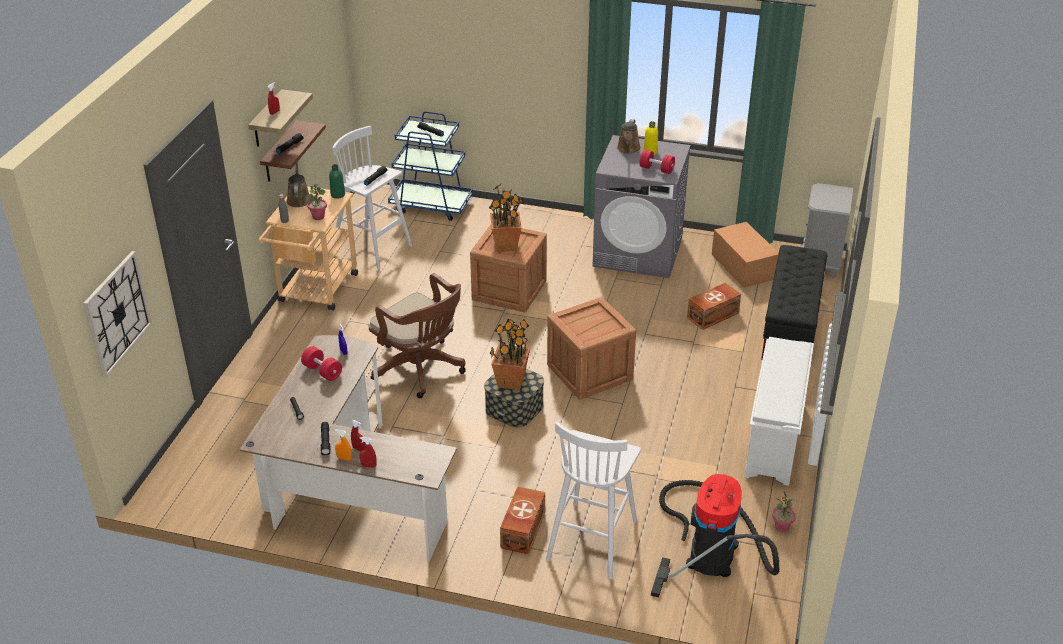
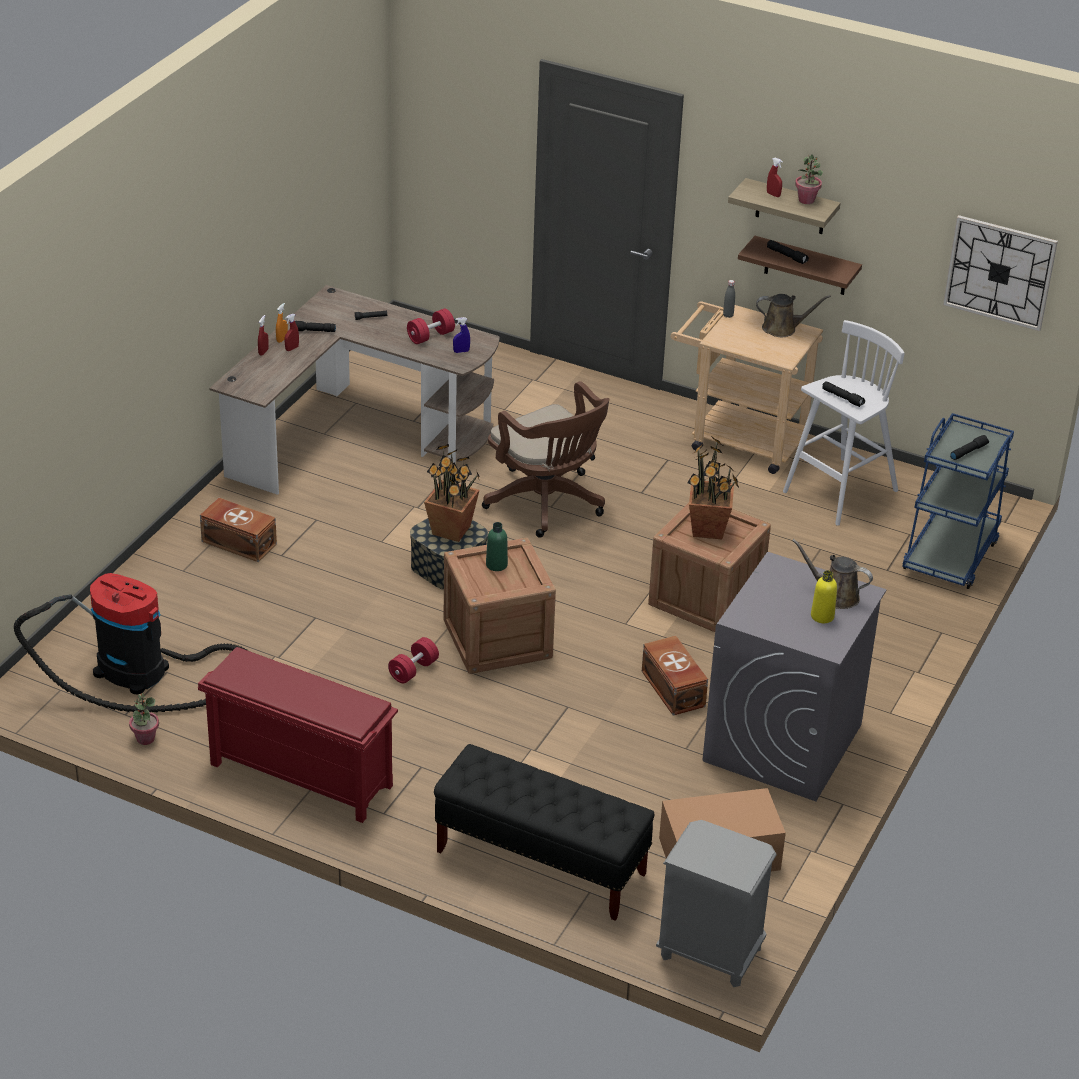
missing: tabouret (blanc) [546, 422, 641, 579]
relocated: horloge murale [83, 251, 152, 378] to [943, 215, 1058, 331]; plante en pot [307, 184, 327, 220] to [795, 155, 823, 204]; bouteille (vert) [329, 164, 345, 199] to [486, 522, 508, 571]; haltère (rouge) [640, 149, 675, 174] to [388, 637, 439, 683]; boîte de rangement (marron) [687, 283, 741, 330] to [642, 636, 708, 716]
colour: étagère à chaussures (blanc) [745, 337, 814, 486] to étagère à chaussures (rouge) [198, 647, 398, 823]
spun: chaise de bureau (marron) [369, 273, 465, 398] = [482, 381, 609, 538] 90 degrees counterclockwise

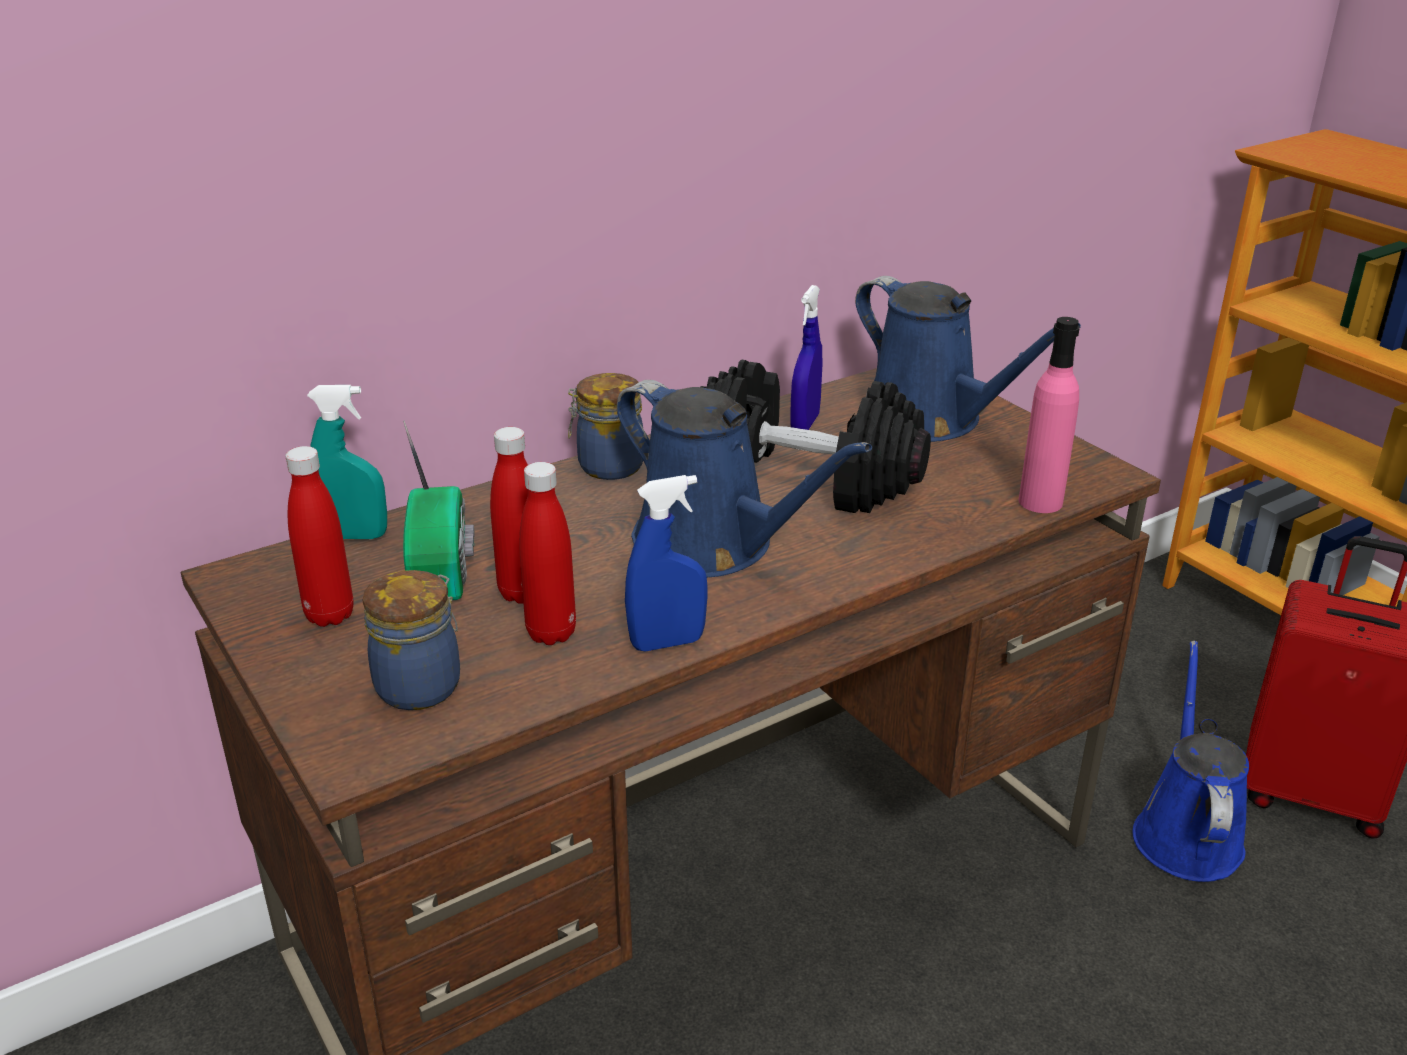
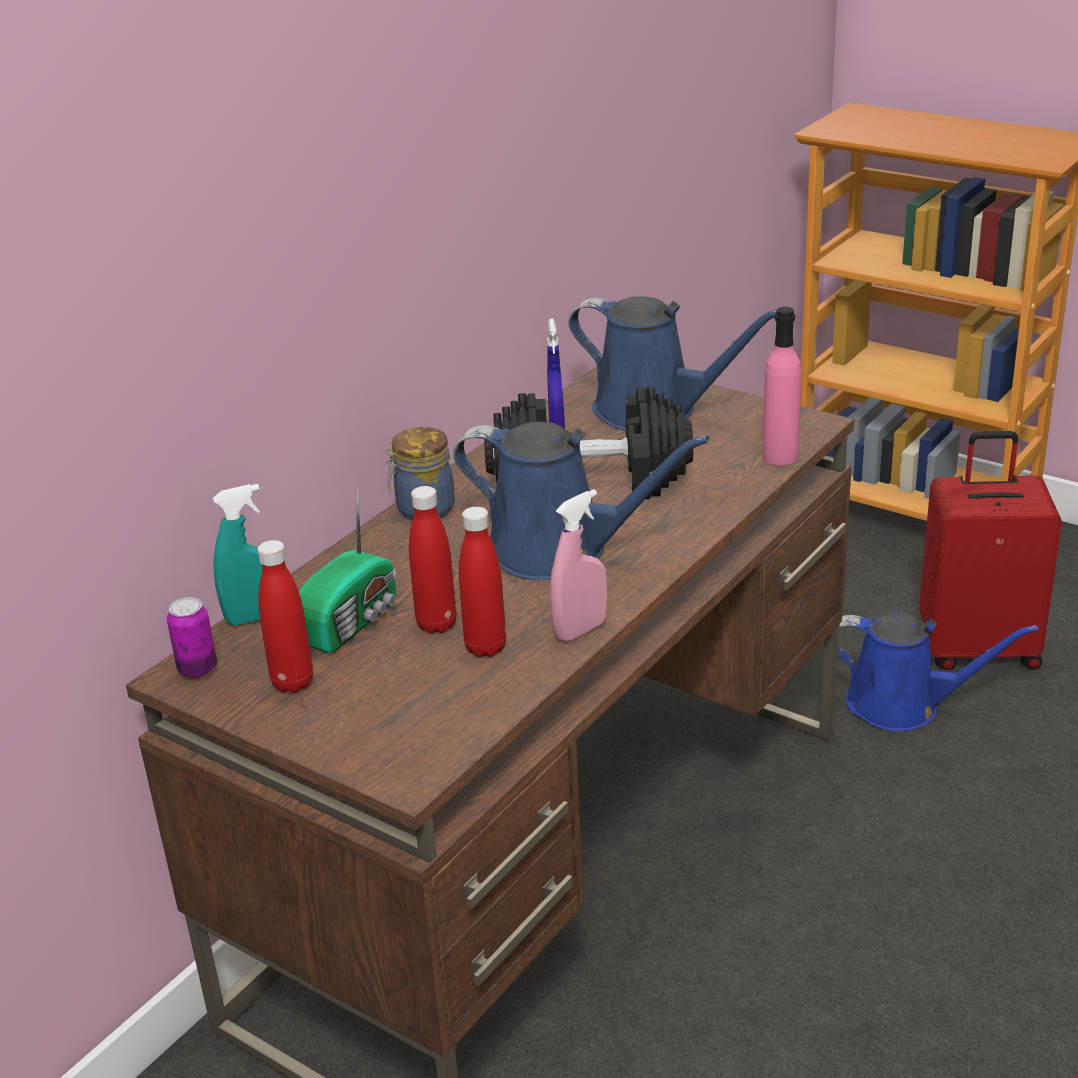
missing: bocal [363, 570, 460, 710]
appeared: boîte métallique [167, 597, 217, 678]
colour: vaporisateur (bleu) [625, 475, 708, 652] to vaporisateur (rose) [550, 489, 607, 642]
spun: radio [403, 421, 475, 600] = [299, 491, 396, 654] 60 degrees clockwise; arrosoir (bleu) [1133, 641, 1249, 882] = [838, 612, 1038, 731] 120 degrees clockwise

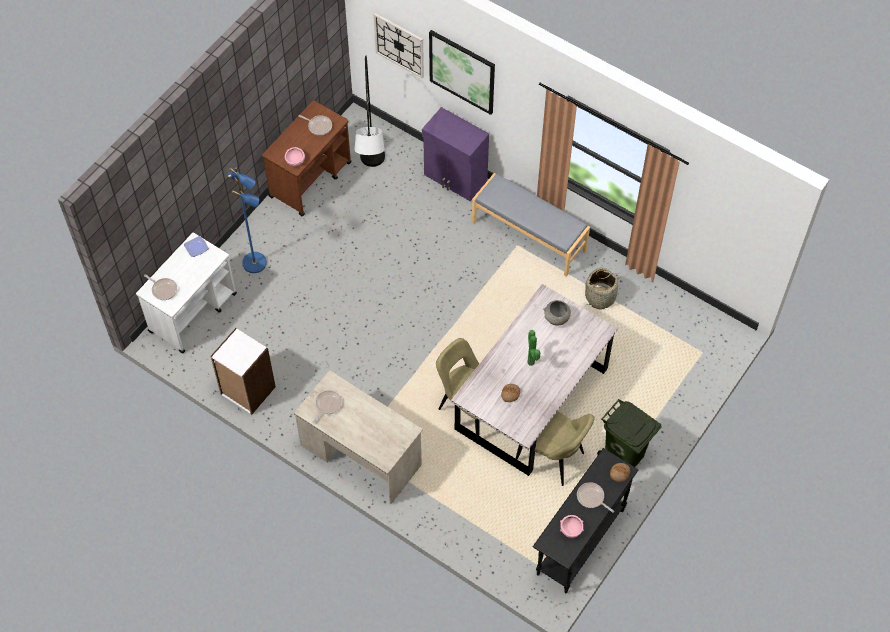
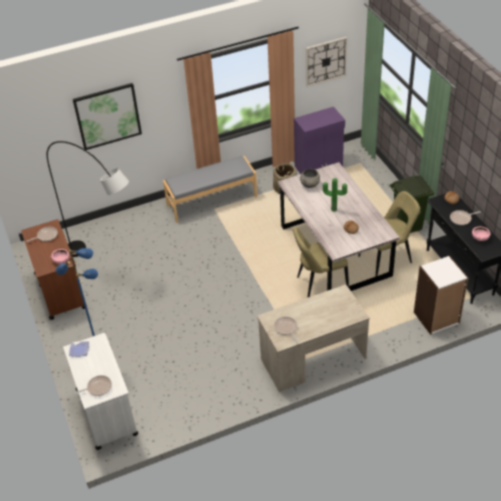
relocated: bibliothèque (blanc) [210, 328, 276, 415] to [414, 256, 468, 335]; horloge murale [374, 13, 424, 78] to [306, 37, 347, 87]; meuble de rangement (violet) [422, 107, 489, 201] to [294, 107, 345, 174]

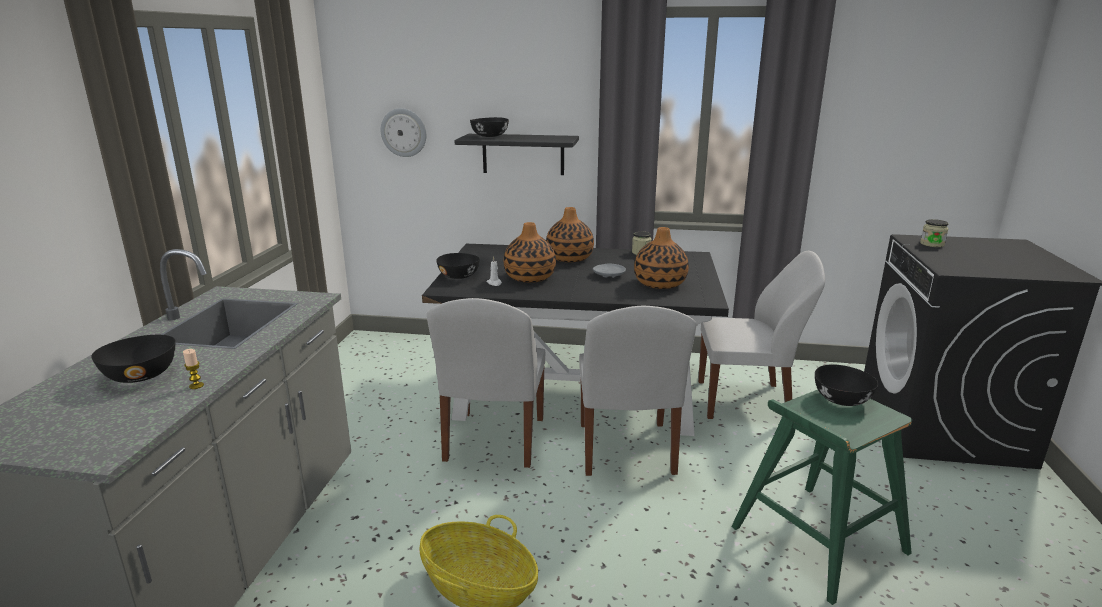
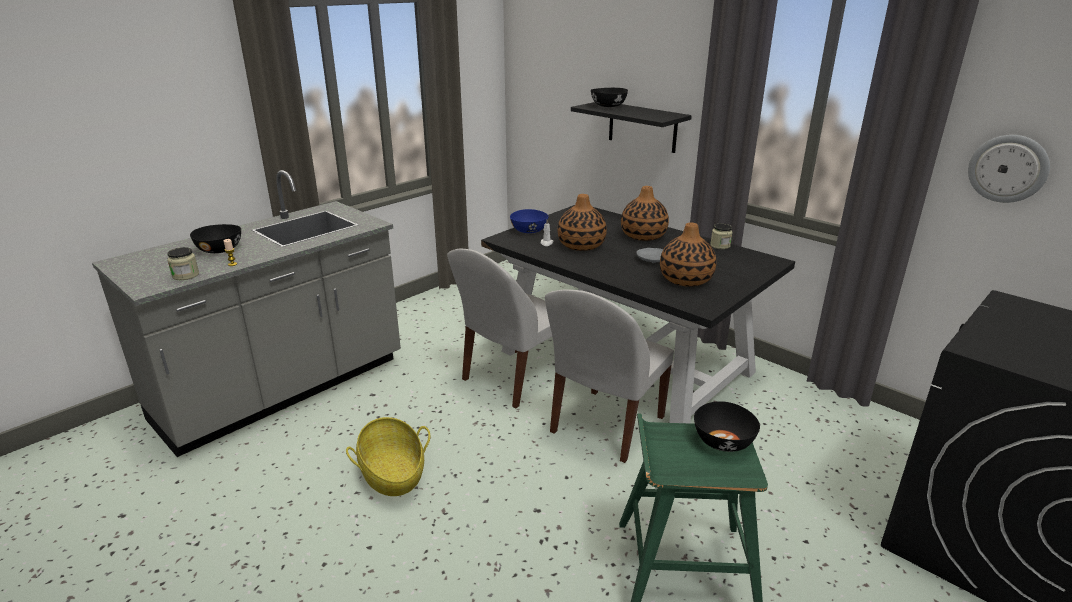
missing: chaise (blanc) [698, 251, 825, 419]
relocated: horloge murale [381, 108, 426, 157] to [968, 135, 1050, 203]; bocal [920, 219, 949, 247] to [167, 247, 199, 280]
colour: bol (noir) [436, 253, 480, 279] to bol (bleu) [510, 209, 549, 233]

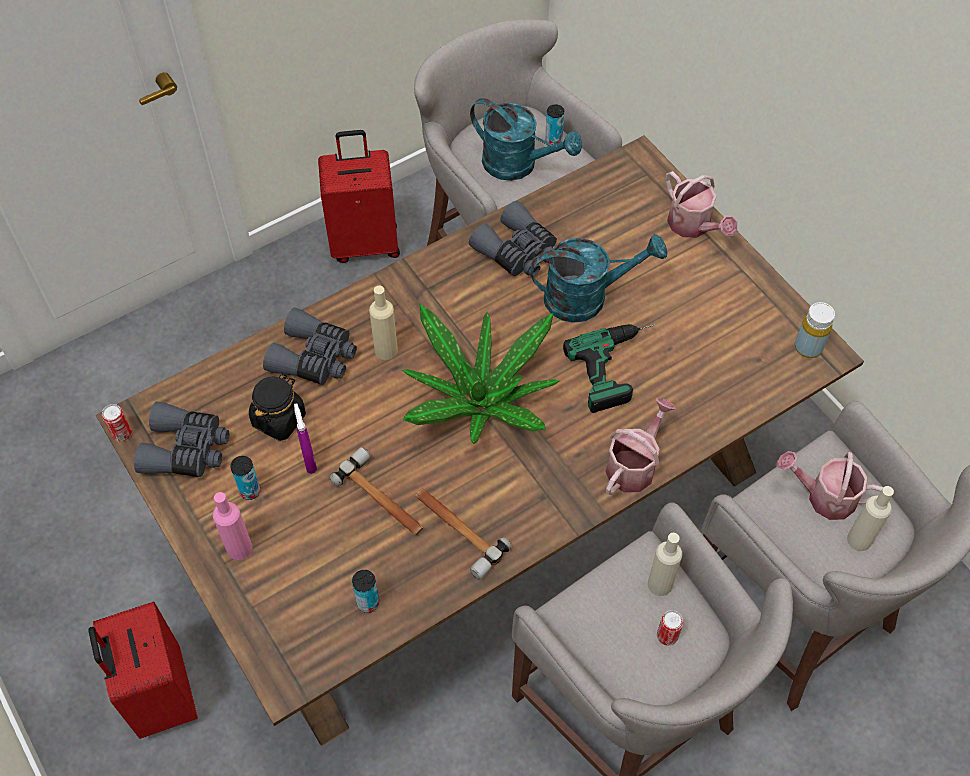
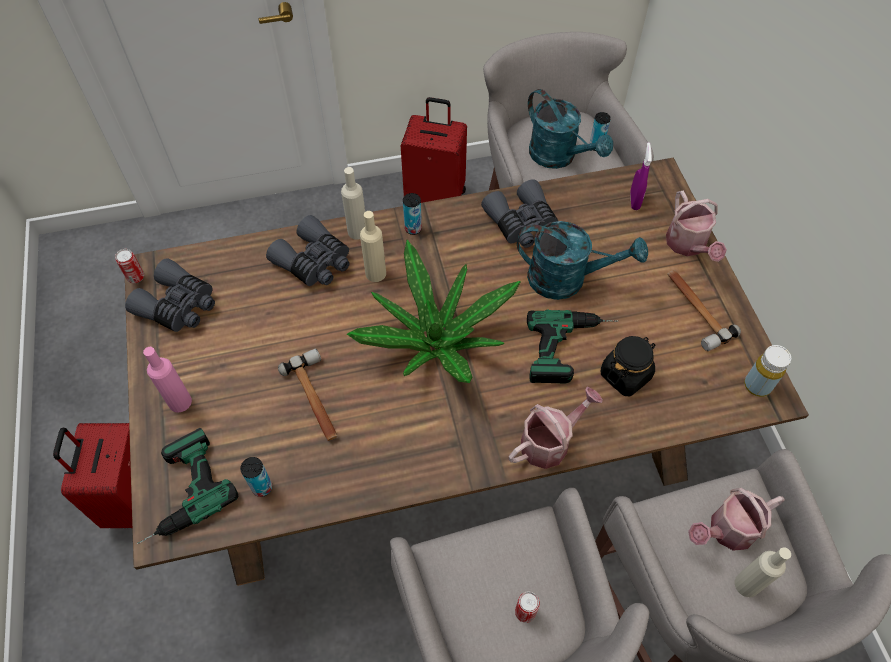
appeared: perceuse [137, 428, 238, 544]
relocated: boîte métallique [230, 456, 261, 500] to [403, 193, 422, 235]; bocal (noir) [249, 374, 306, 441] to [601, 336, 655, 396]; vaporisateur (violet) [294, 403, 317, 474] to [630, 142, 652, 210]; marteau [415, 488, 511, 579] to [667, 270, 741, 351]; bouteille (beige) [648, 533, 682, 596] to [341, 167, 365, 240]
spun: arrosoir [777, 451, 883, 520] = [688, 488, 785, 551] 60 degrees counterclockwise

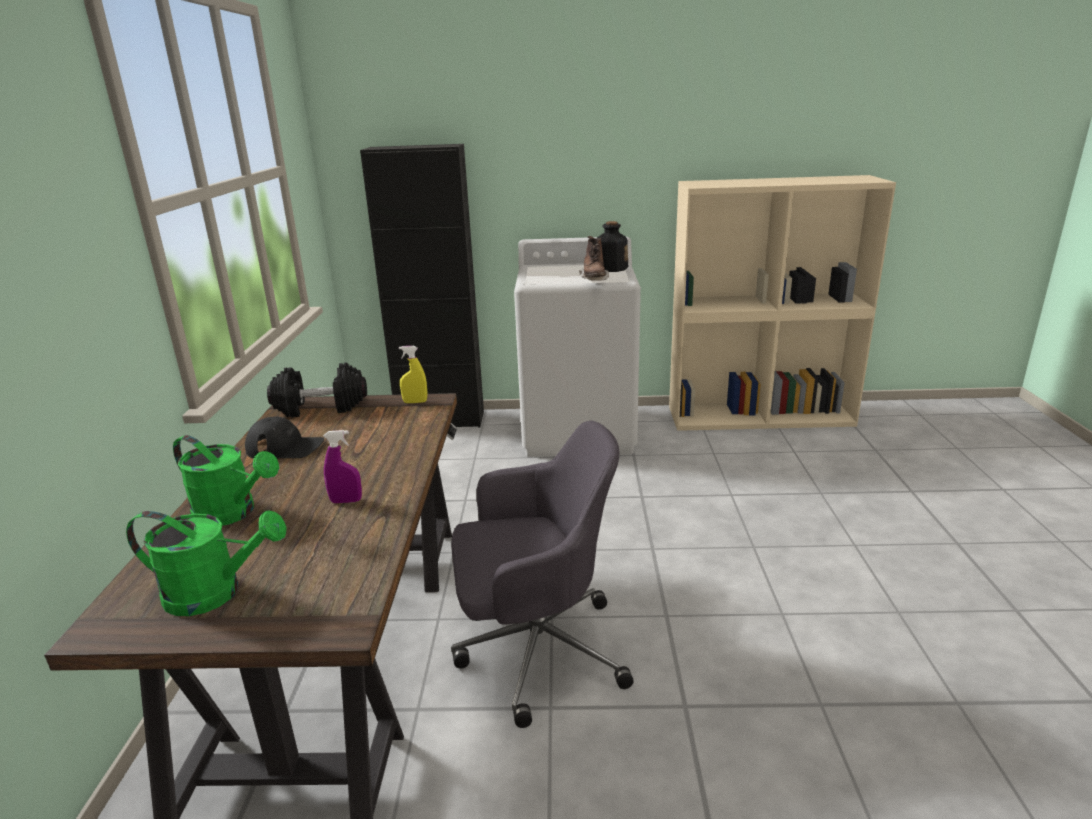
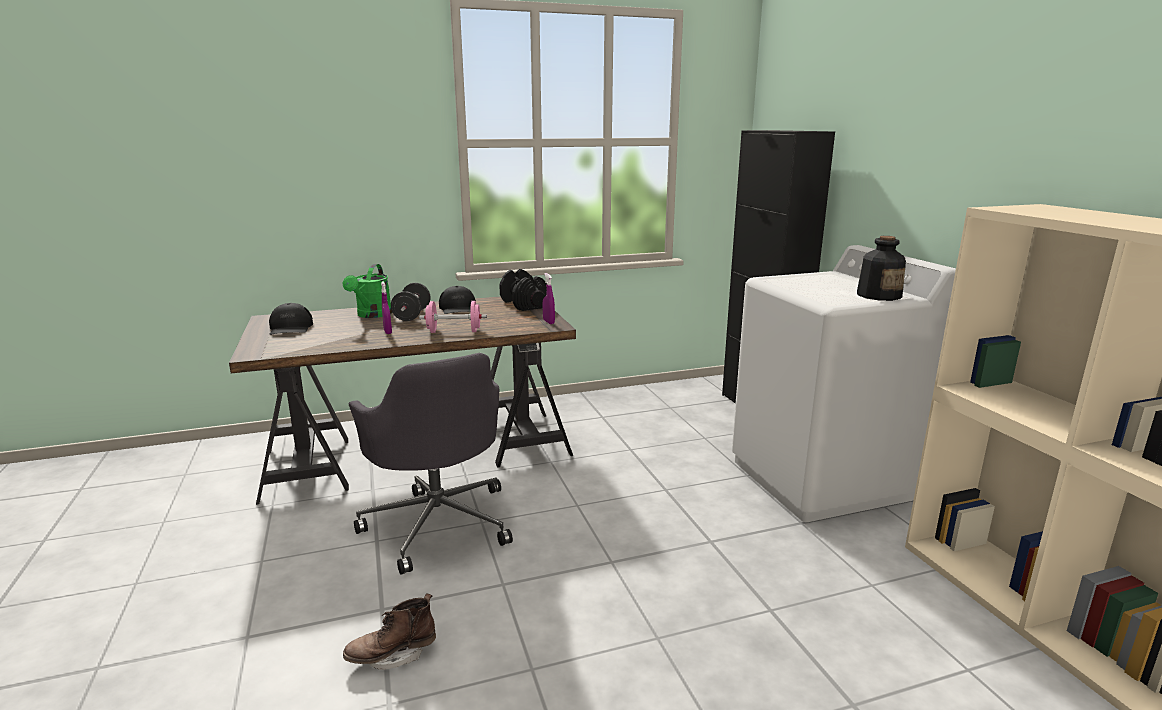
appeared: haltère (noir) [391, 283, 430, 321]; haltère (rose) [419, 301, 487, 333]
relocated: botte (marron) [579, 236, 609, 281] to [343, 593, 436, 670]
exchanged: arrosoir (vert) [126, 510, 287, 616] to casquette (noir) [269, 303, 313, 335]
colour: vaporisateur (jaune) [399, 346, 427, 403] to vaporisateur (violet) [543, 273, 555, 324]

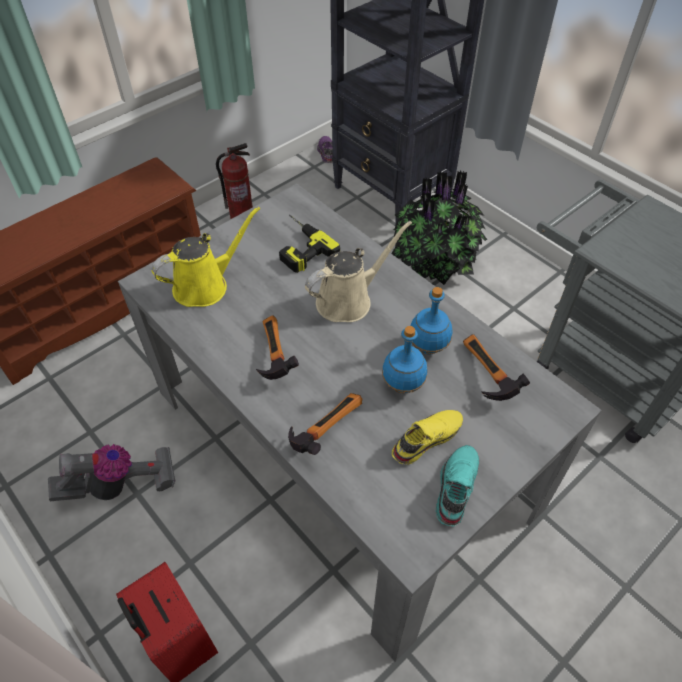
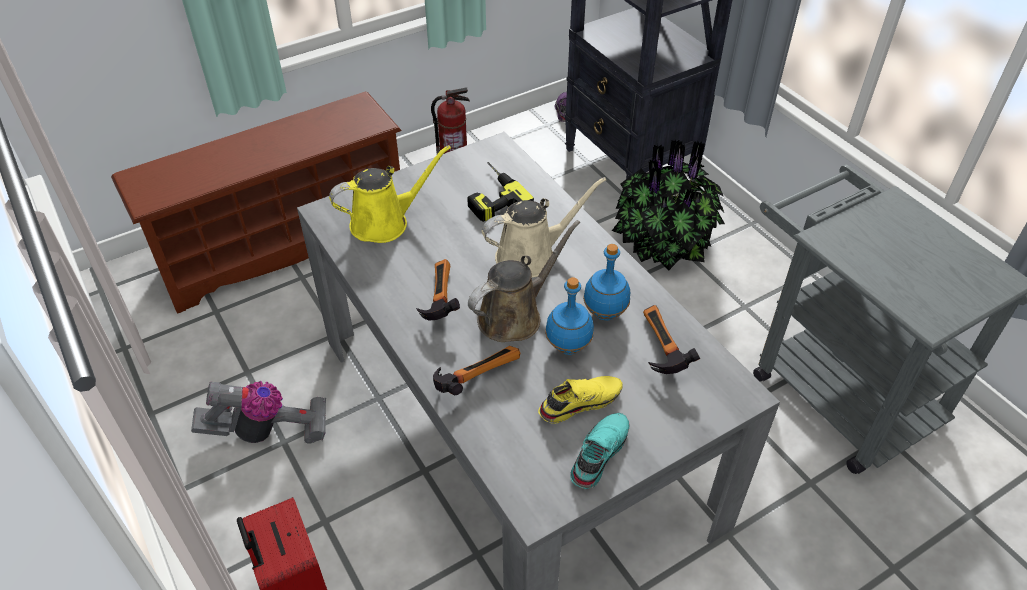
appeared: arrosoir (marron) [468, 220, 580, 342]

